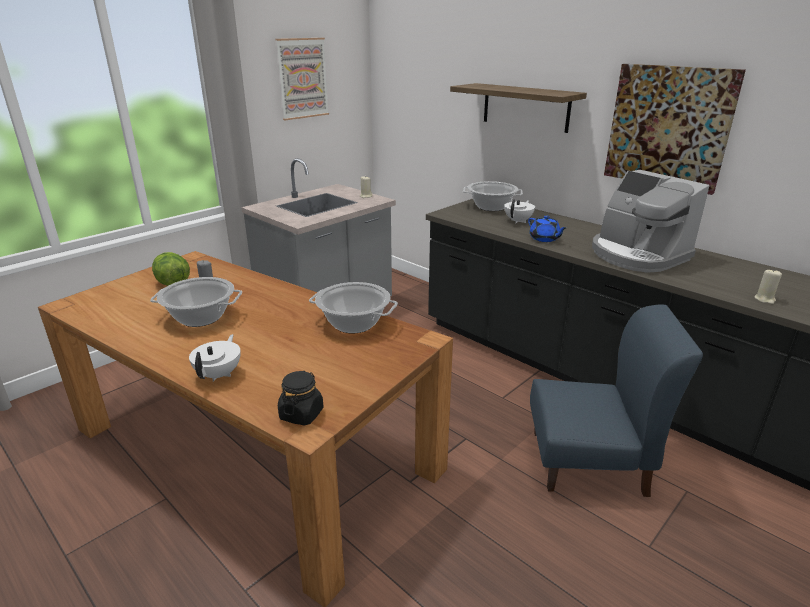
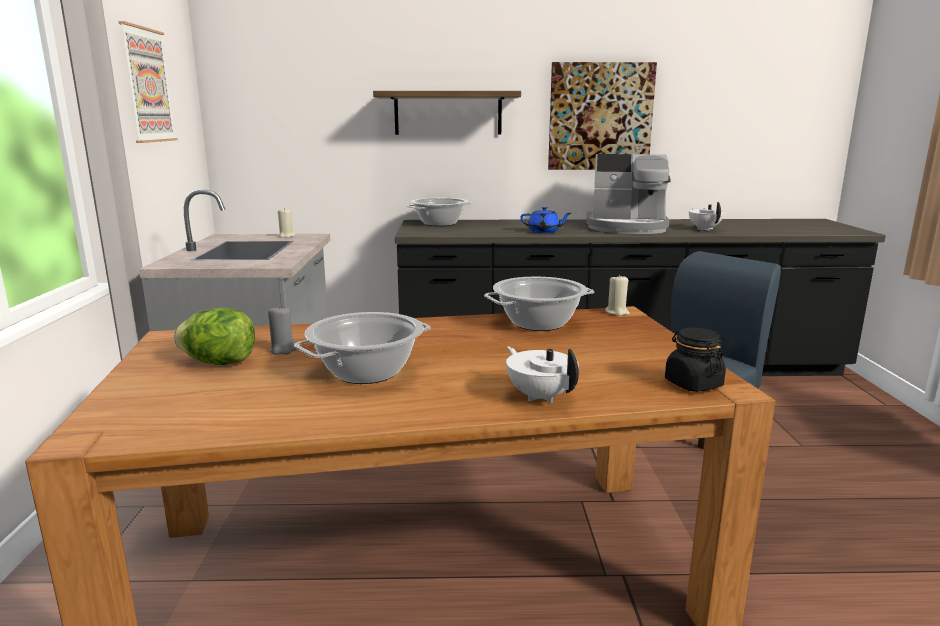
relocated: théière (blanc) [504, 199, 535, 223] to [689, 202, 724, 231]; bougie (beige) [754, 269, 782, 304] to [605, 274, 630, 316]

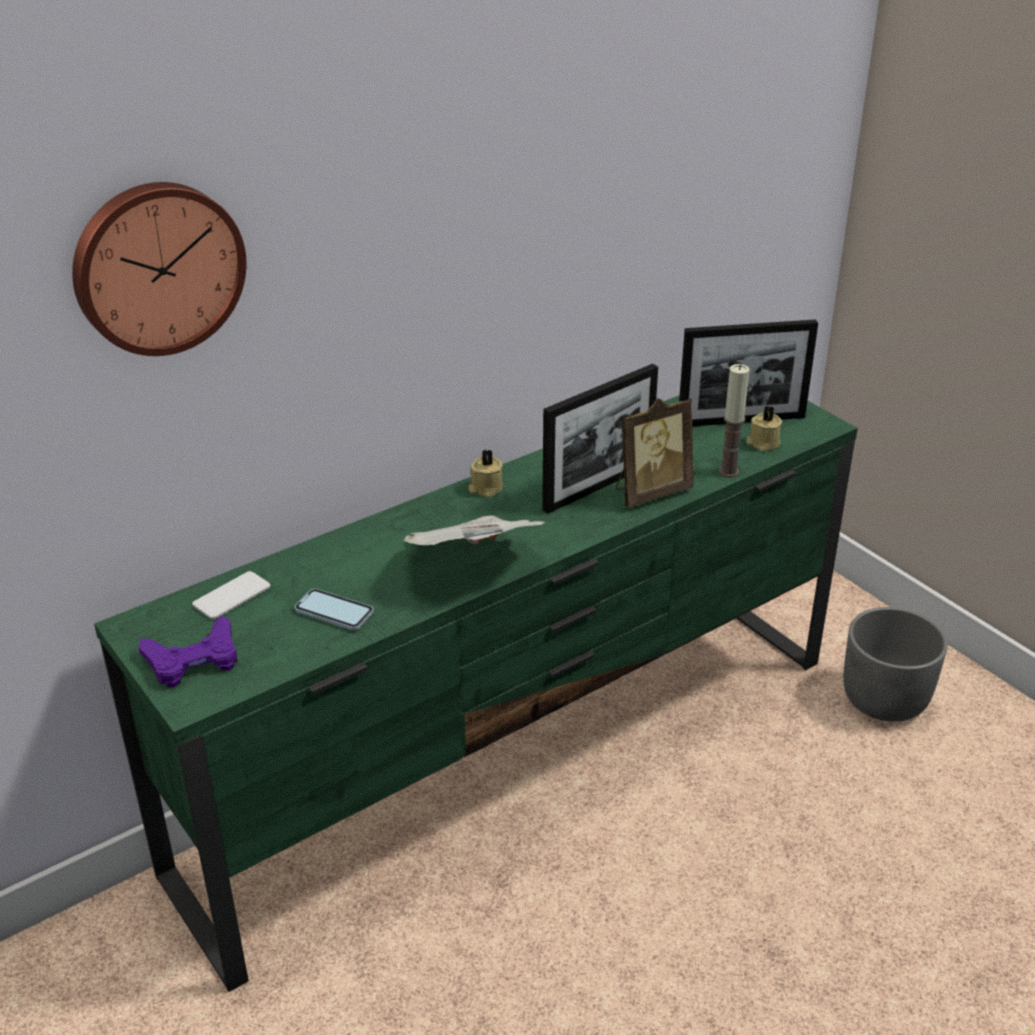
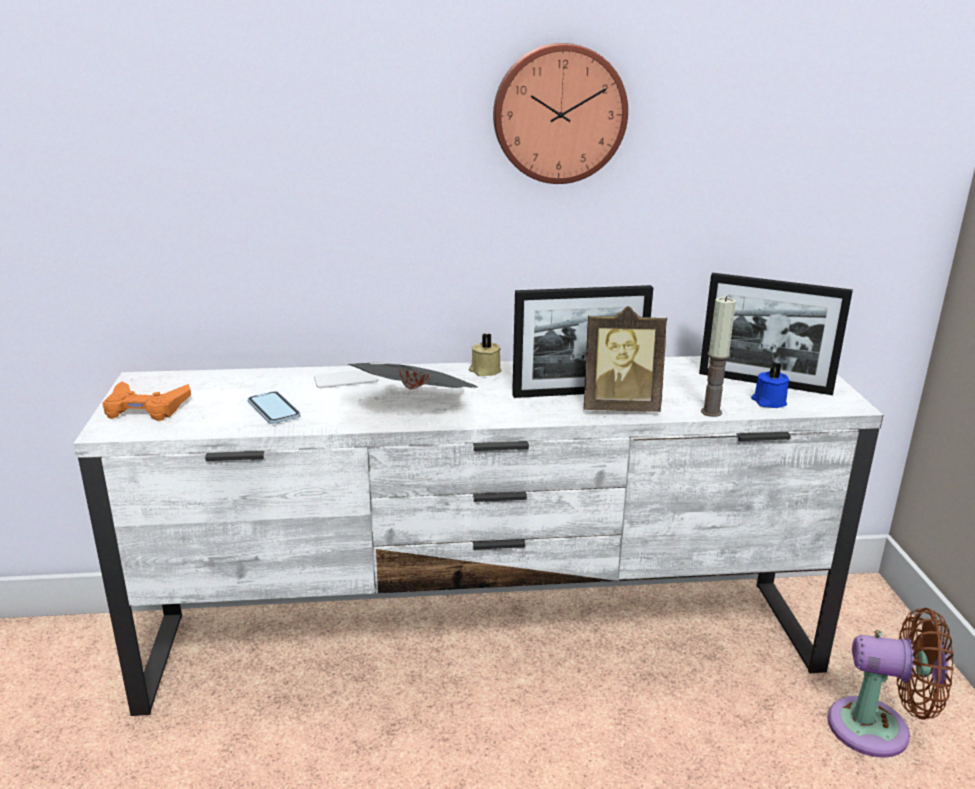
relocated: horloge murale [72, 182, 246, 356] to [493, 43, 628, 184]; téléphone [192, 571, 270, 619] to [314, 370, 378, 388]
exchanged: cache-pot (gris) [844, 607, 948, 722] to ventilateur (marron) [828, 608, 953, 758]
colour: meuble télé (vert) [94, 395, 858, 992] to meuble télé (blanc) [73, 356, 883, 716]; manette (violet) [138, 615, 238, 688] to manette (orange) [103, 381, 191, 421]; bougie (beige) [746, 406, 782, 451] to bougie (bleu) [751, 362, 790, 408]

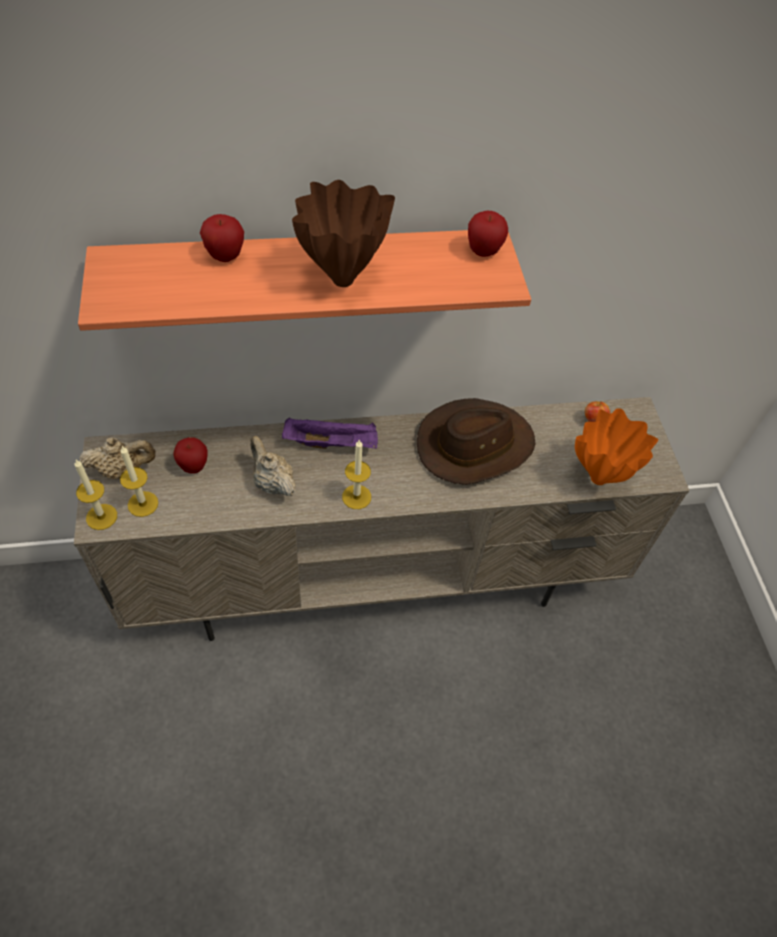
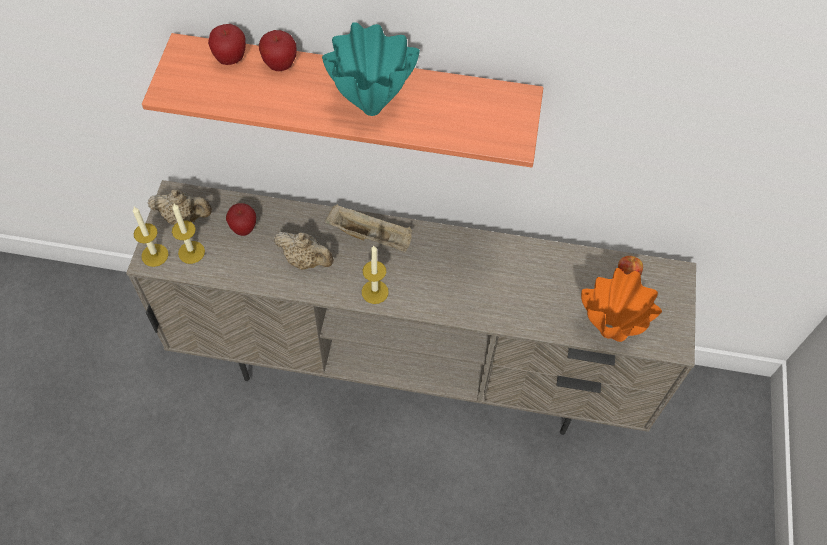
missing: chapeau (marron) [417, 398, 536, 485]
relocated: pomme [468, 211, 508, 257] to [208, 24, 246, 65]
colour: plateau (violet) [282, 417, 378, 449] to plateau (beige) [325, 204, 412, 252]; vase (marron) [292, 180, 395, 287] to vase (turquoise) [322, 22, 420, 116]
spun: théière (beige) [250, 436, 296, 496] = [274, 232, 334, 270] 135 degrees clockwise

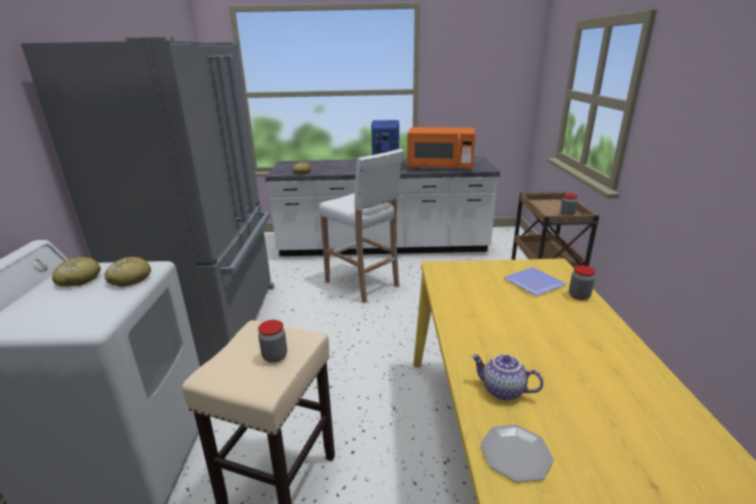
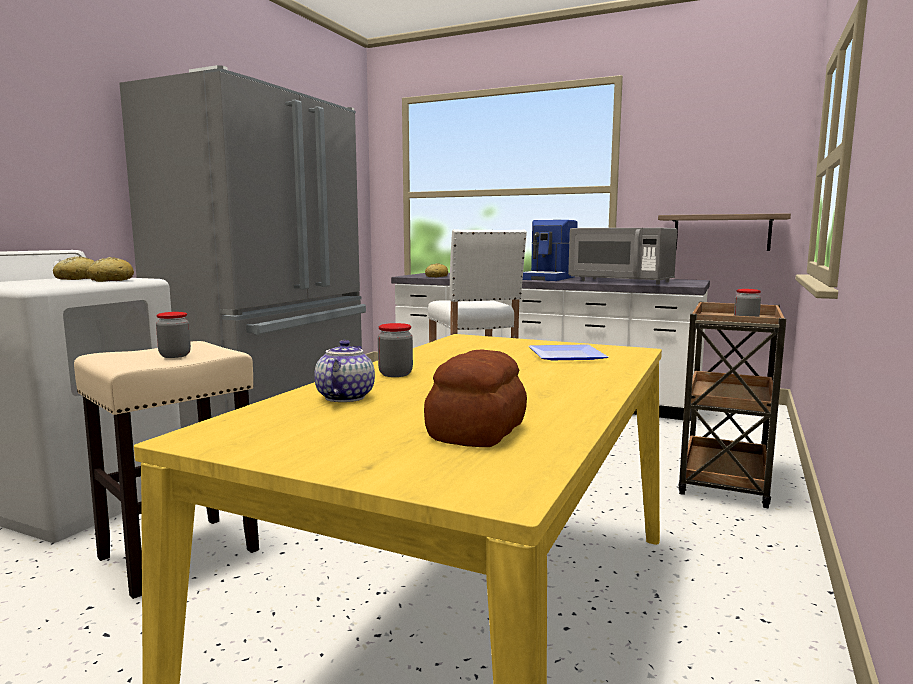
missing: assiette [481, 425, 554, 483]
appeared: pain [424, 350, 527, 447]; étagère [658, 213, 791, 251]
relocated: bocal [569, 265, 596, 300] to [378, 323, 413, 377]
colour: micro-ondes (orange) [407, 127, 475, 170] to micro-ondes (gris) [568, 228, 677, 284]
spun: théière [471, 354, 543, 400] = [314, 340, 375, 402] 45 degrees clockwise

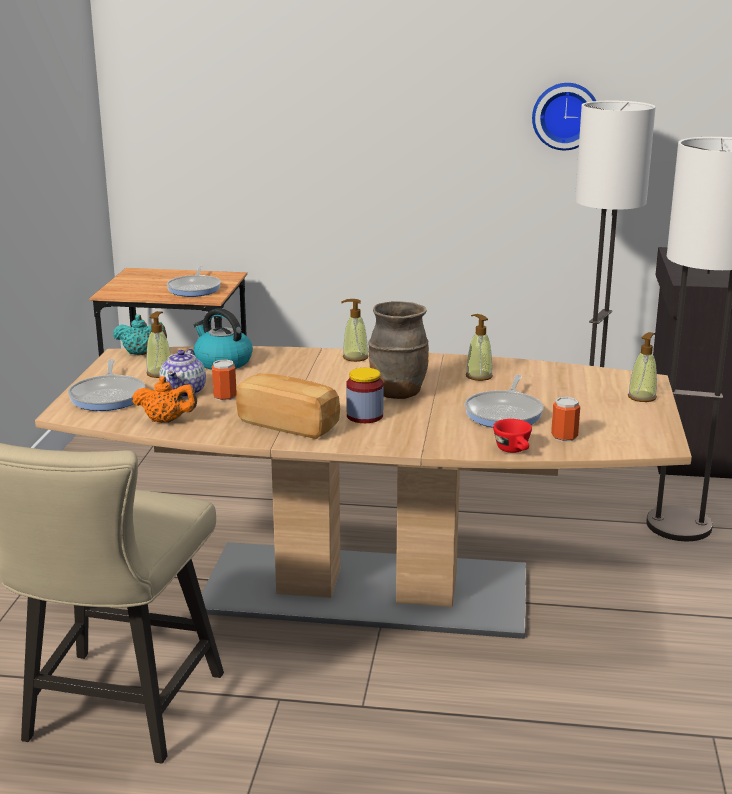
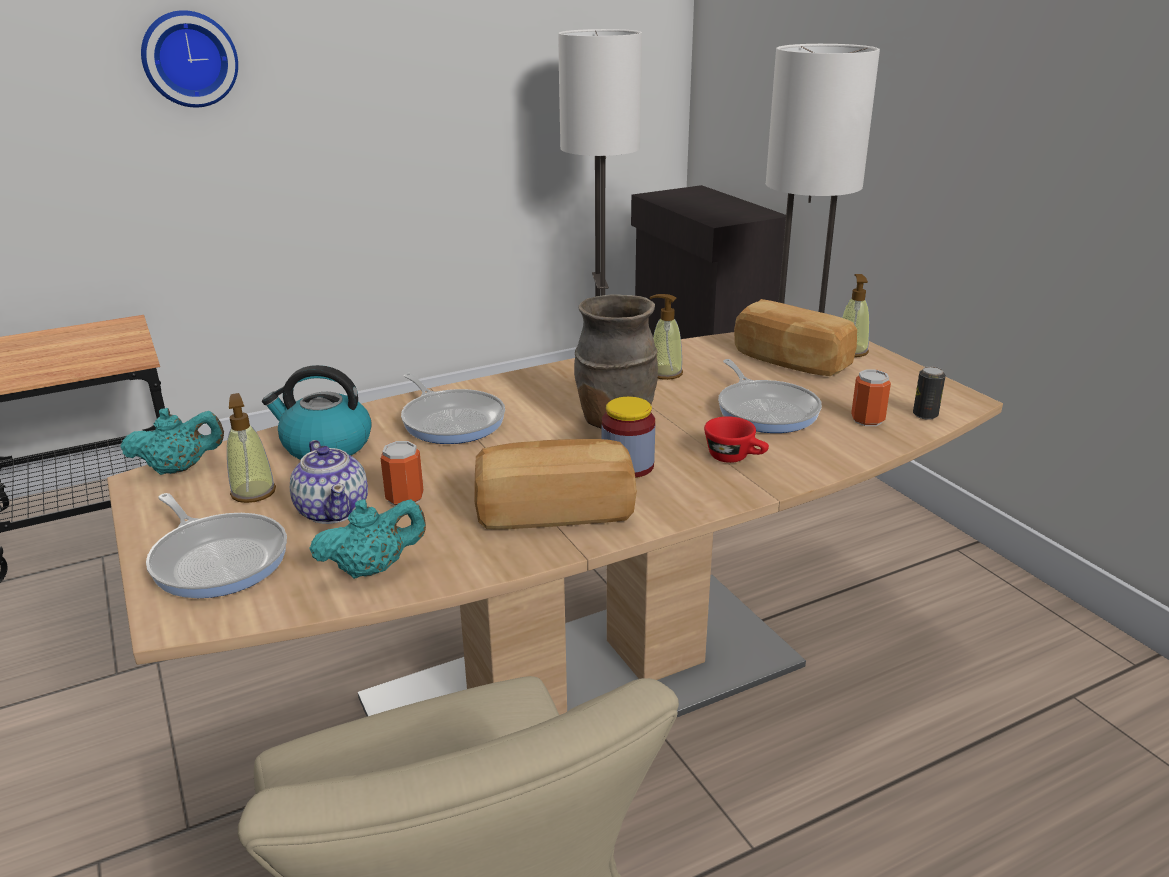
missing: distributeur de savon [341, 299, 369, 362]
appeared: pain [734, 299, 857, 376]; boîte métallique [913, 366, 946, 420]
relocated: poêle [167, 266, 221, 297] to [401, 373, 505, 444]; tasse (rouge) [493, 419, 532, 453] to [704, 416, 769, 463]; horloge murale [532, 83, 596, 150] to [141, 10, 238, 108]
colour: théière (orange) [132, 376, 197, 423] to théière (turquoise) [309, 499, 426, 579]

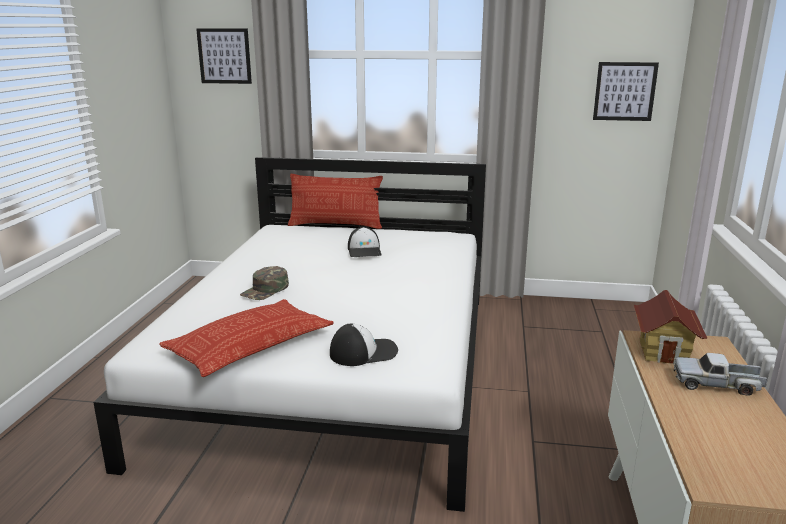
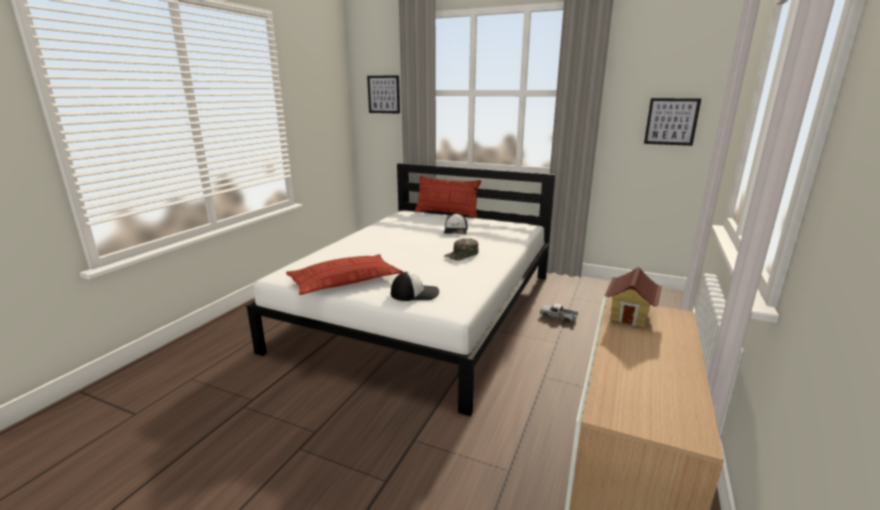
relocated: casquette (vert) [240, 266, 289, 300] to [444, 238, 479, 260]; camion jouet [674, 353, 768, 396] to [540, 303, 578, 323]

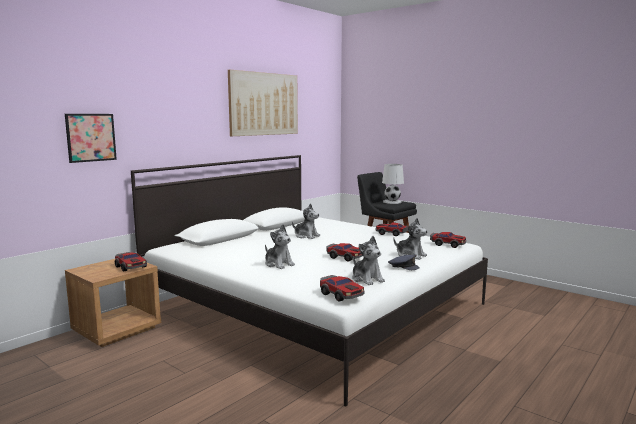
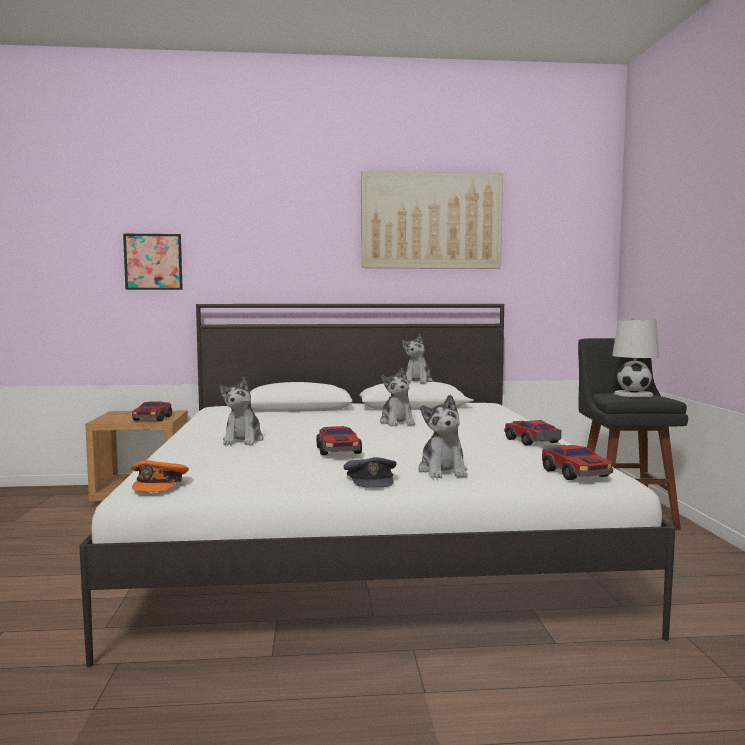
relocated: peluche [352, 236, 385, 285] to [402, 334, 433, 383]
exchanged: petite voiture [320, 275, 365, 302] to casquette (orange) [131, 460, 189, 492]

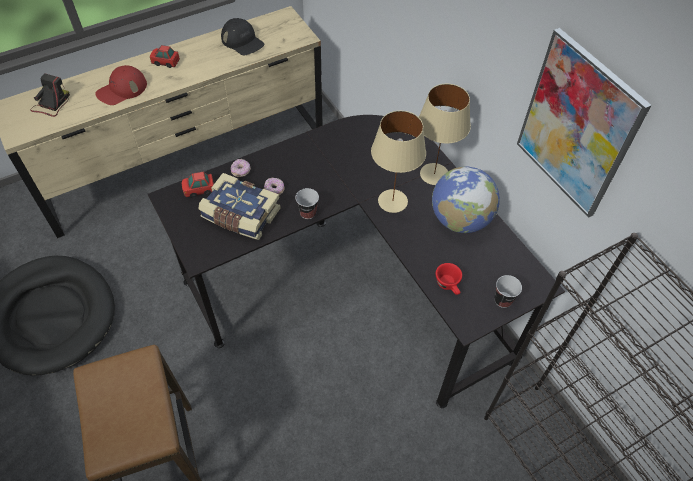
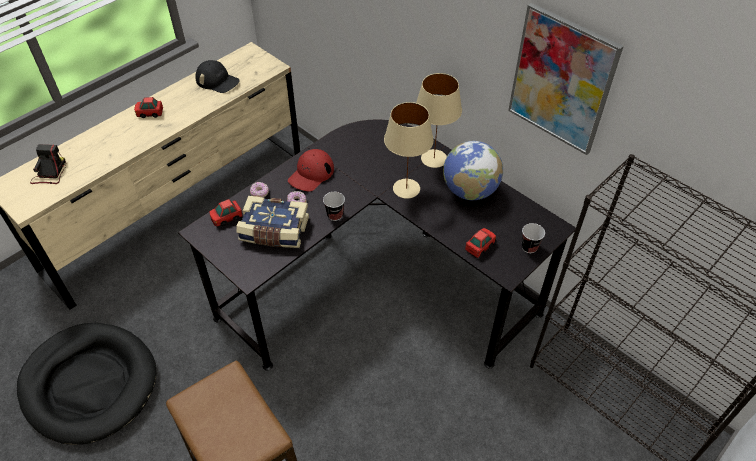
relocated: casquette (rouge) [95, 65, 147, 105] to [288, 149, 334, 191]
exchanged: tasse (rouge) [436, 263, 462, 295] to petite voiture [465, 228, 496, 258]

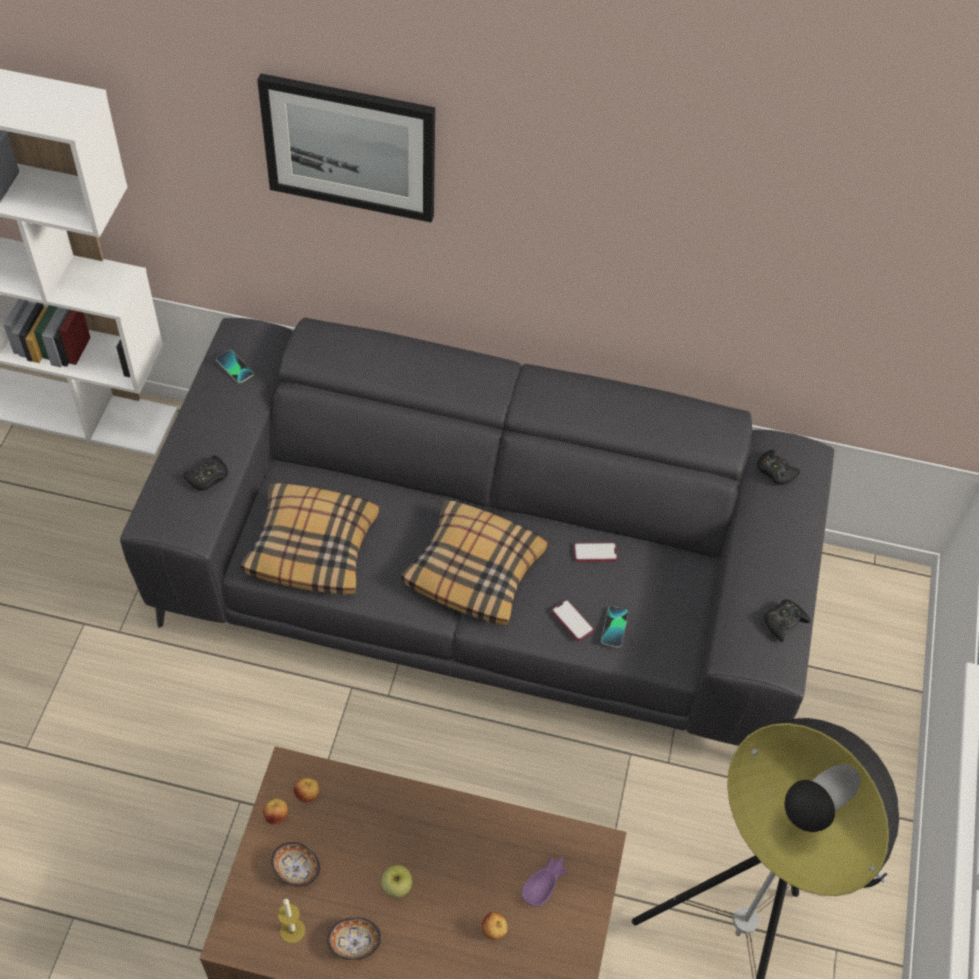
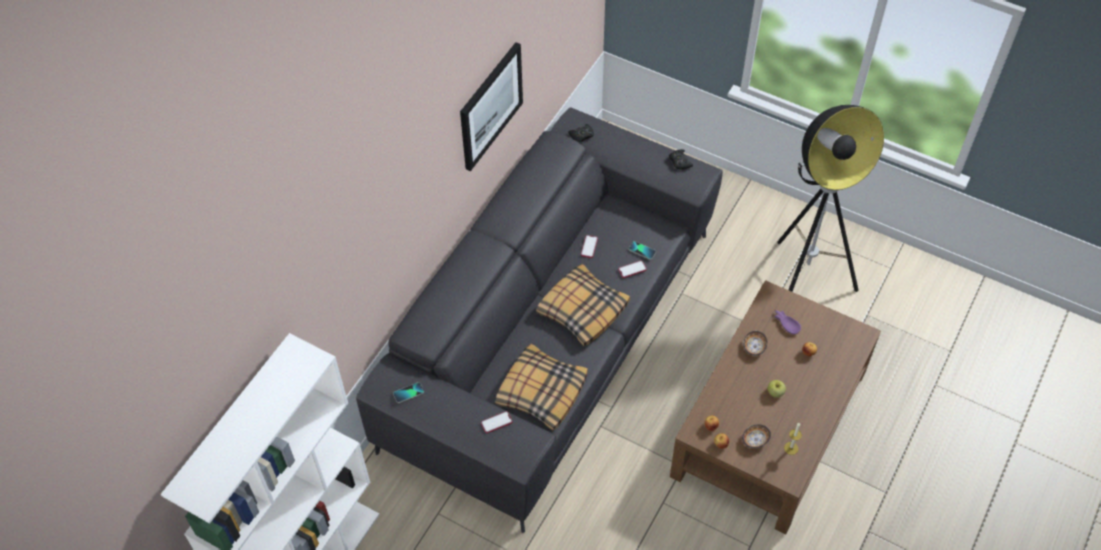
relocated: tableau [257, 73, 435, 223] to [460, 42, 523, 171]; bol [327, 917, 381, 960] to [743, 331, 768, 355]
exchanged: manette (noir) [184, 455, 228, 491] to téléphone [481, 411, 513, 433]

